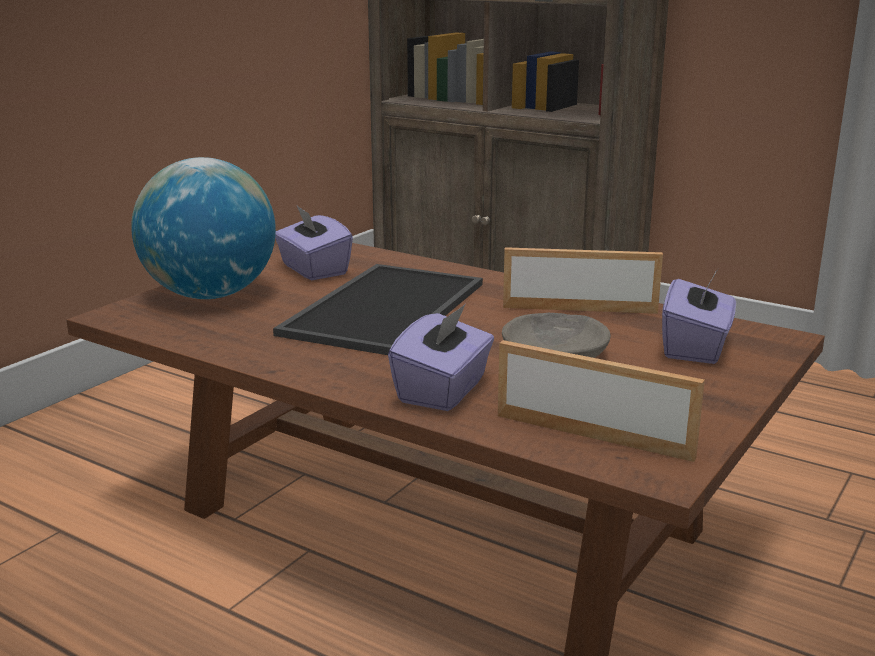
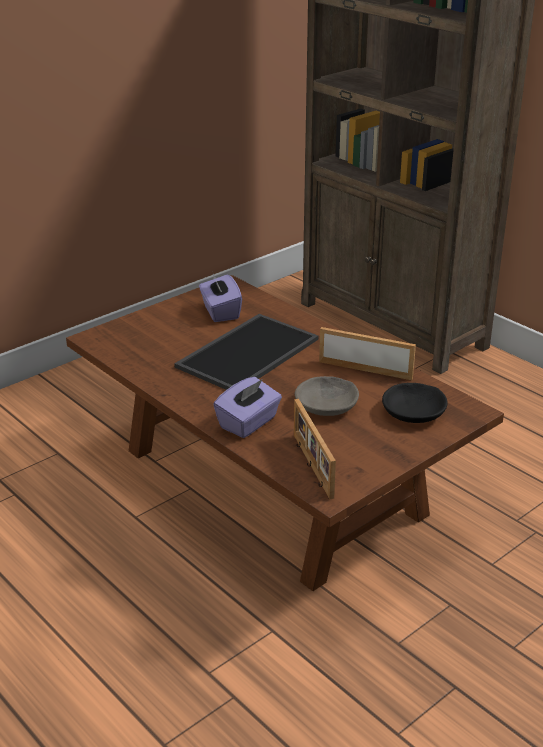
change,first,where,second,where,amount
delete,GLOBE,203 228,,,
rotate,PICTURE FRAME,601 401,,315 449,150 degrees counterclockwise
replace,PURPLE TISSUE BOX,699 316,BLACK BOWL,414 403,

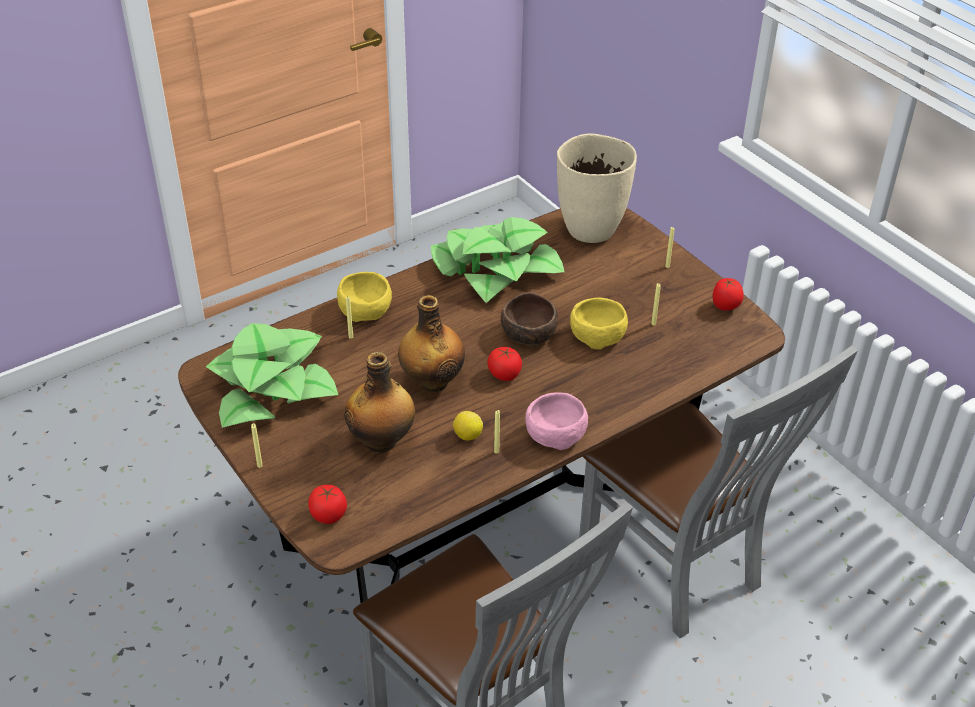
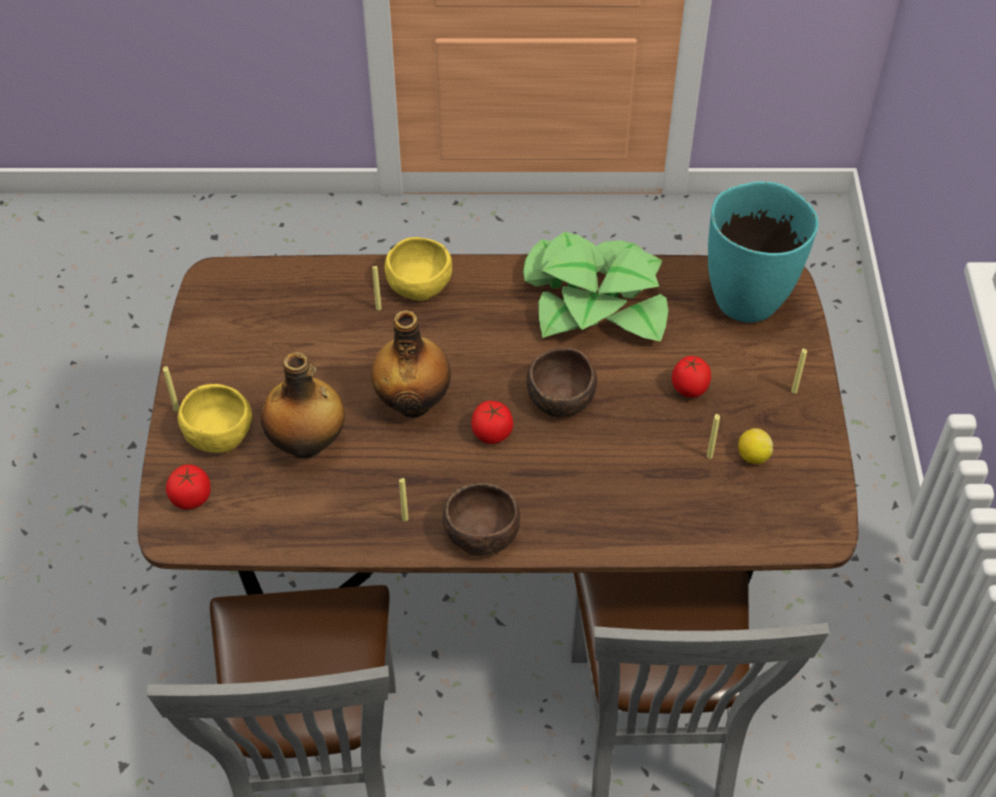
change,first,where,second,where,amount
delete,POTTED PLANT,272 375,,,
move,LEMON,468 425,,755 446,
recolor,PINK BOWL,556 421,BROWN BOWL,481 519,
recolor,BEIGE VASE,597 188,TURQUOISE VASE,763 252,
move,YELLOW BOWL,599 324,,215 418,
move,TOMATO,728 294,,691 377,

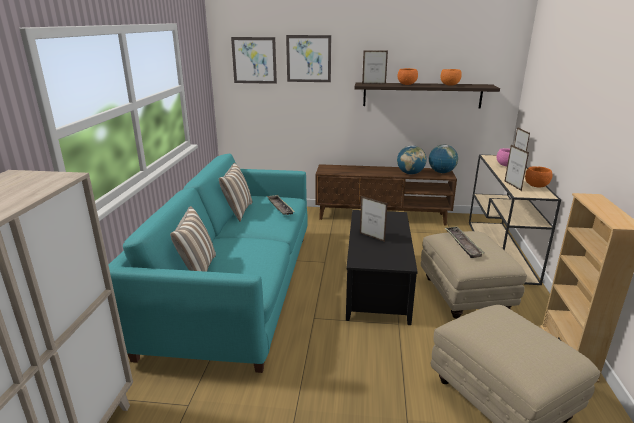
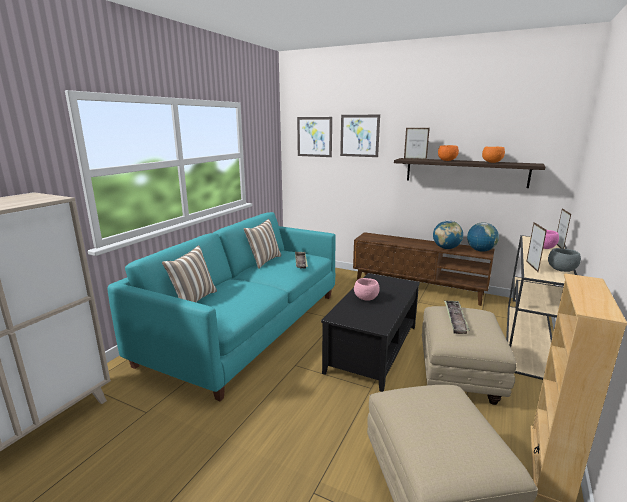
change,first,where,second,where,amount
replace,PICTURE FRAME,374 219,PINK BOWL,367 289,
recolor,ORANGE BOWL,538 177,GREY BOWL,564 260,

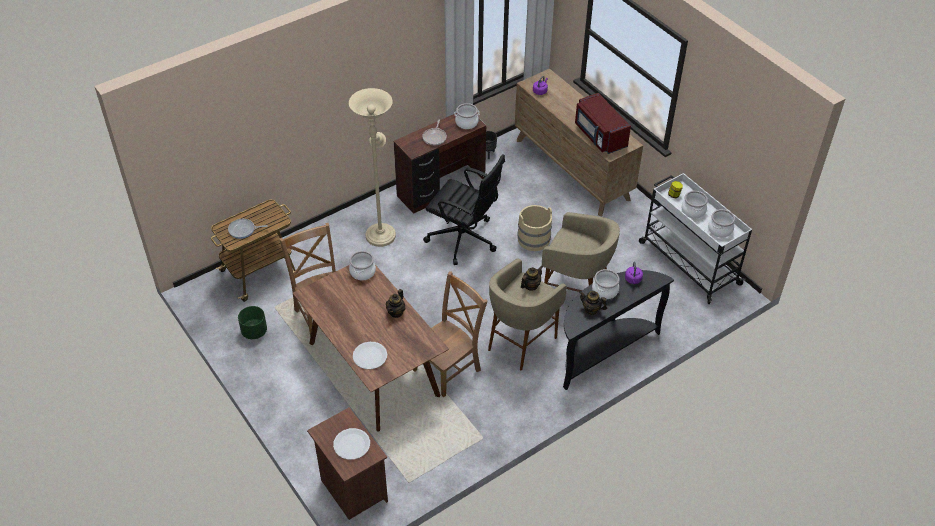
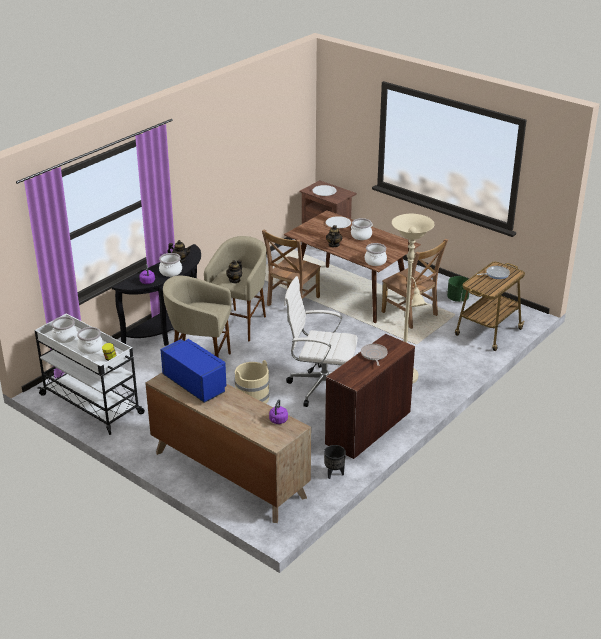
change,first,where,second,where,amount
recolor,BLACK OFFICE CHAIR,464 209,WHITE OFFICE CHAIR,321 341,
move,COOKING POT,466 116,,362 229,
recolor,RED MICROWAVE,603 123,BLUE MICROWAVE,193 371,

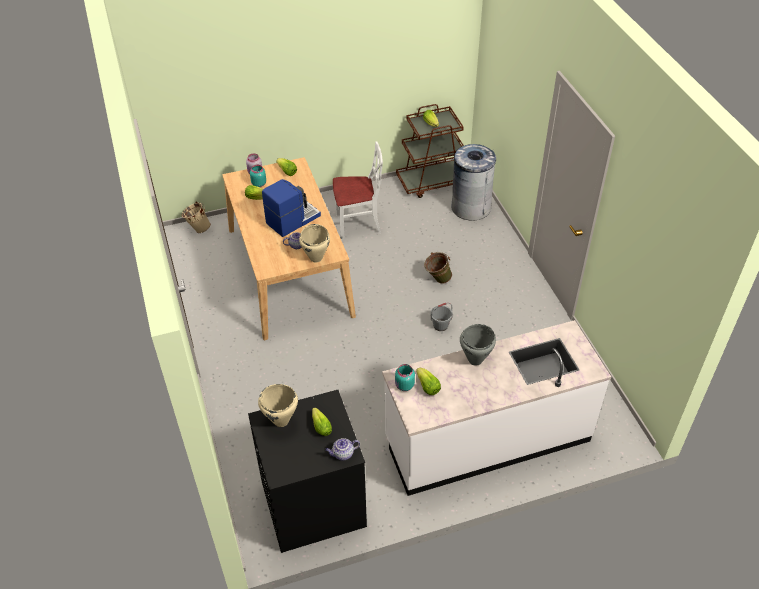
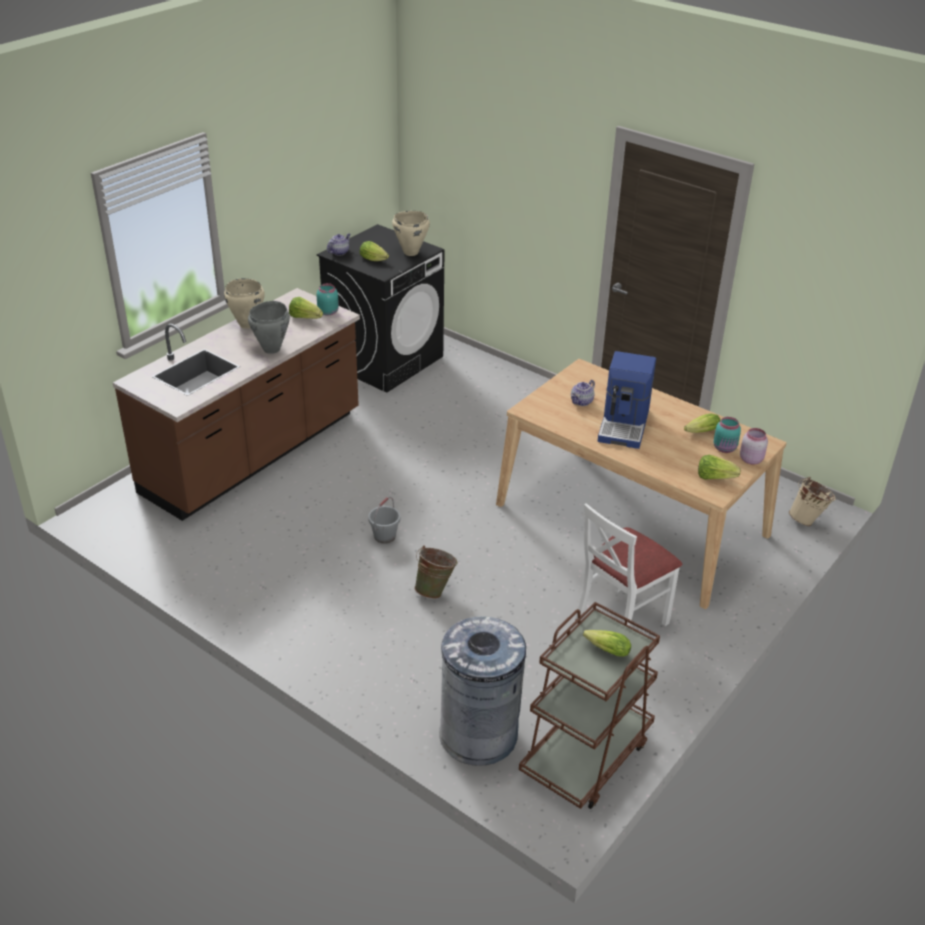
change,first,where,second,where,amount
move,BEIGE COOKING POT,314 243,,244 303,
recolor,WHITE COUNTER,496 408,BROWN COUNTER,236 404,

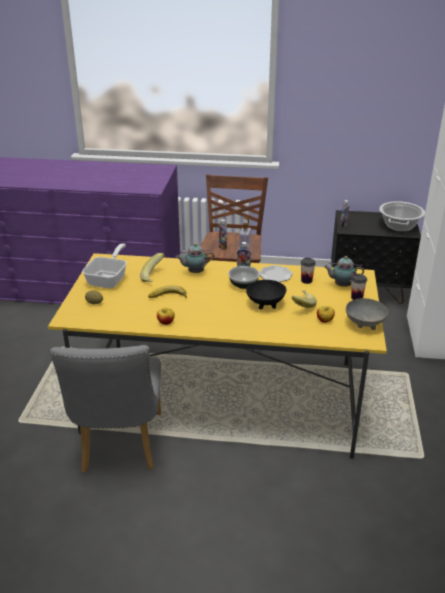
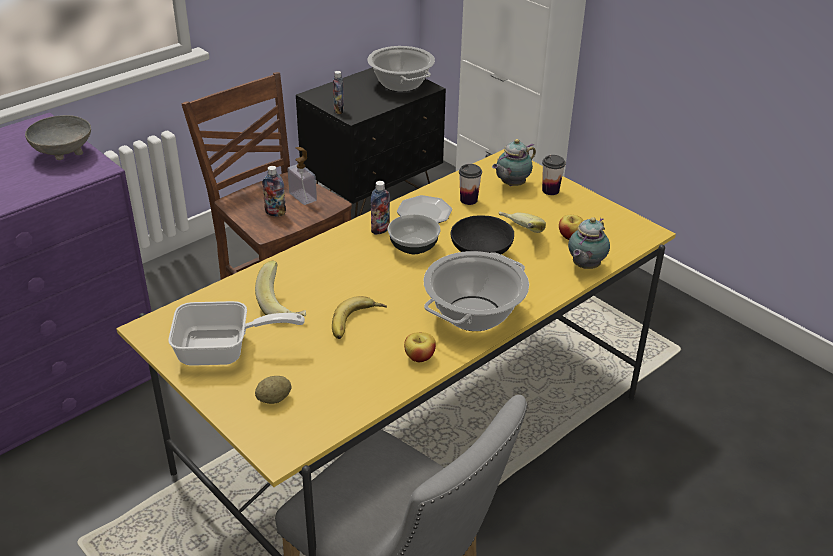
change,first,where,second,where,amount
rotate,FRYING PAN,104 265,,236 333,120 degrees clockwise
move,TEAPOT,195 258,,589 243,
move,GREY BOWL,367 314,,58 137,
insert,,,COOKING POT,476 291,

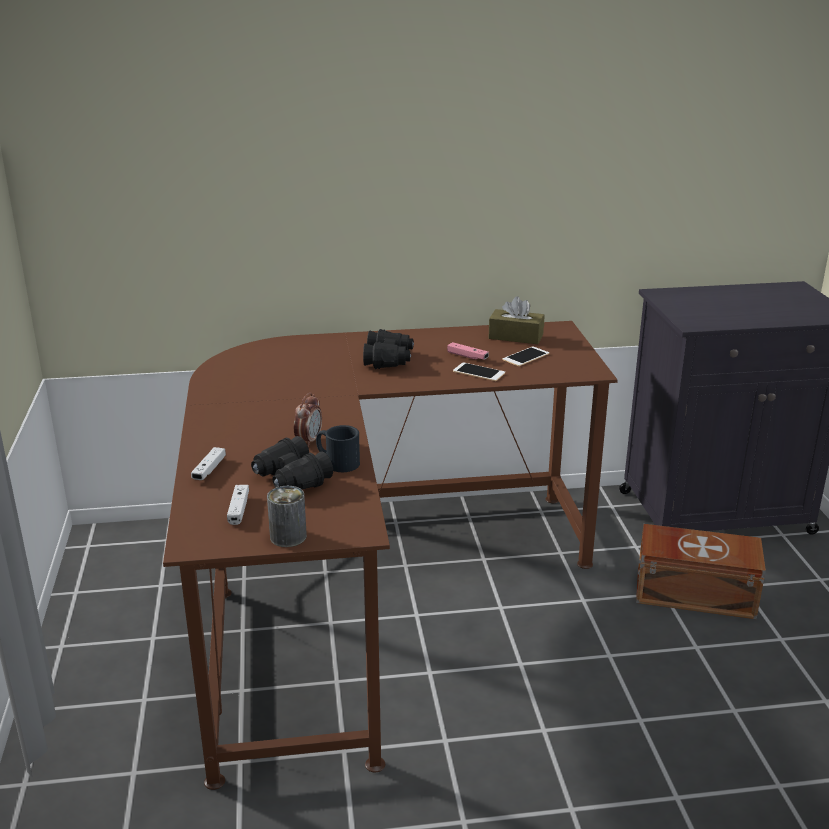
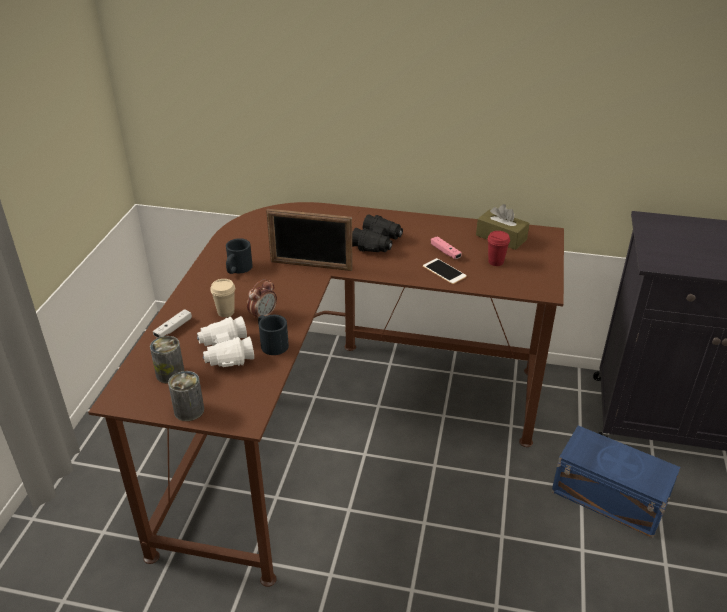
change,first,where,second,where,amount
replace,WHITE GAME CONTROLLER,238 505,CAN,167 359,
recolor,BLACK BINOCULARS,292 462,WHITE BINOCULARS,225 341,
replace,PHONE,526 356,RED CUP,498 248,
recolor,BROWN STORAGE BOX,701 571,BLUE STORAGE BOX,616 482,
insert,,,BEIGE CUP,222 298,
insert,,,BLACK MUG,239 256,
insert,,,PICTURE FRAME,309 240,

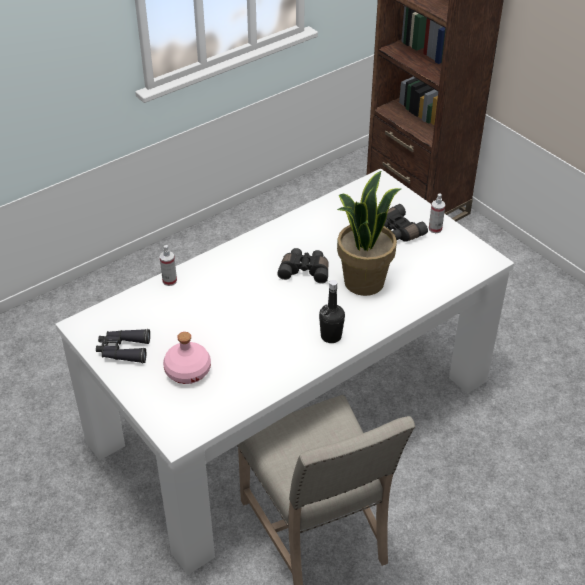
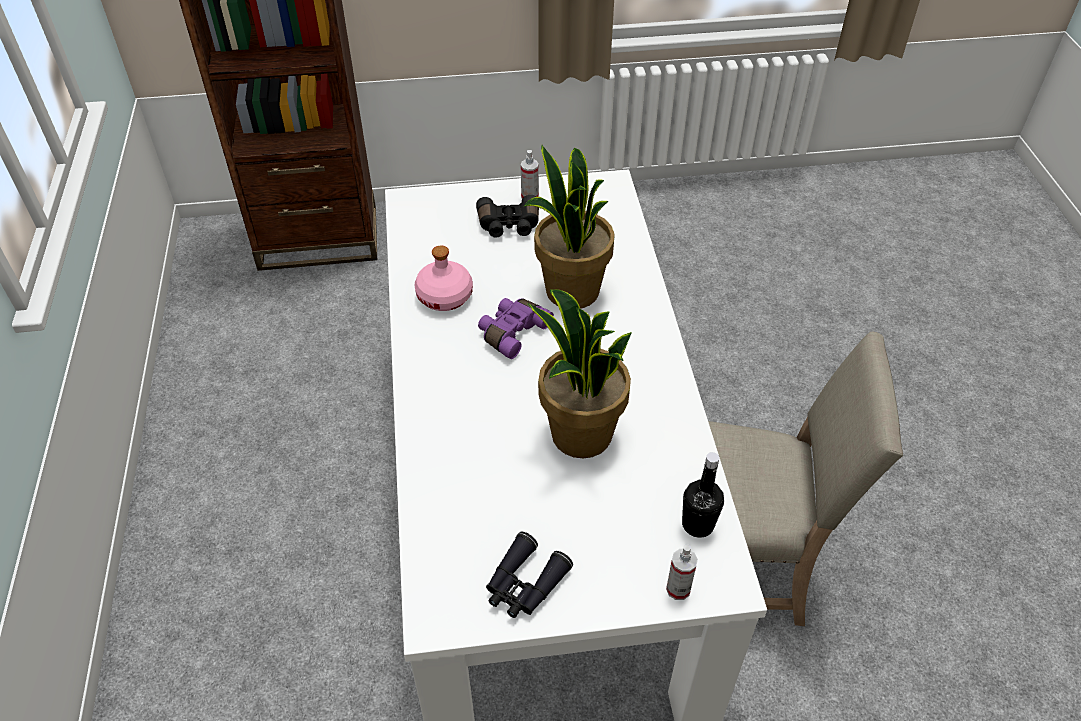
change,first,where,second,where,amount
move,SPRAY BOTTLE,168 265,,682 572,
move,PINK BOTTLE,187 358,,444 278,
recolor,BLACK BINOCULARS,302 265,PURPLE BINOCULARS,516 328,
move,BLACK BOTTLE,332 311,,703 495,
insert,,,POTTED PLANT,579 374,

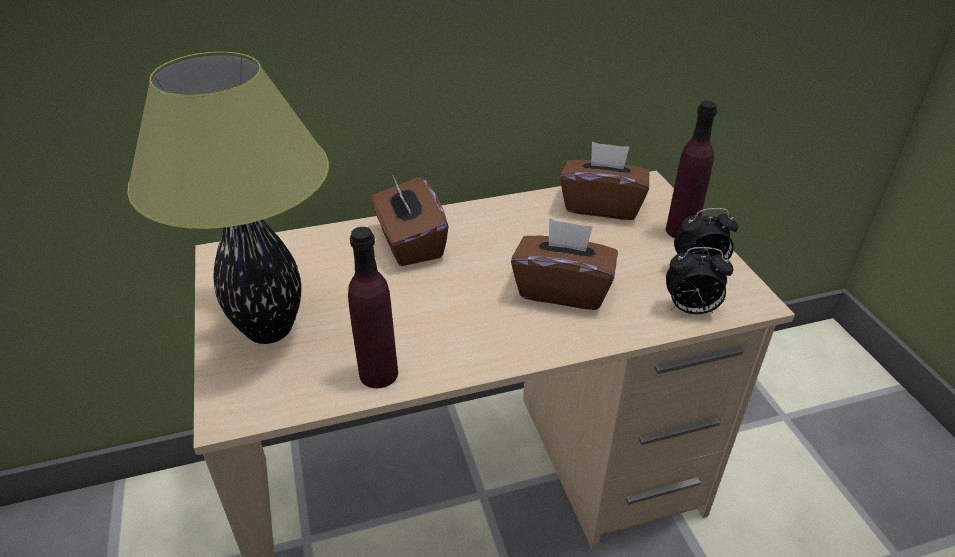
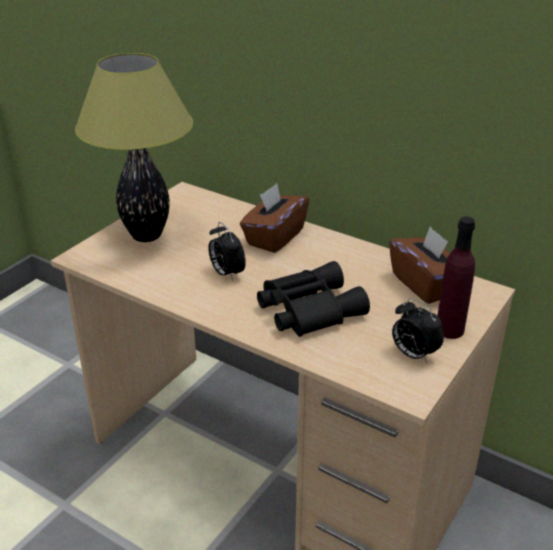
change,first,where,second,where,amount
delete,PURPLE BOTTLE,373 307,,,
replace,BROWN TISSUE BOX,564 264,BLACK BINOCULARS,313 299,
move,ALARM CLOCK,699 280,,227 251,

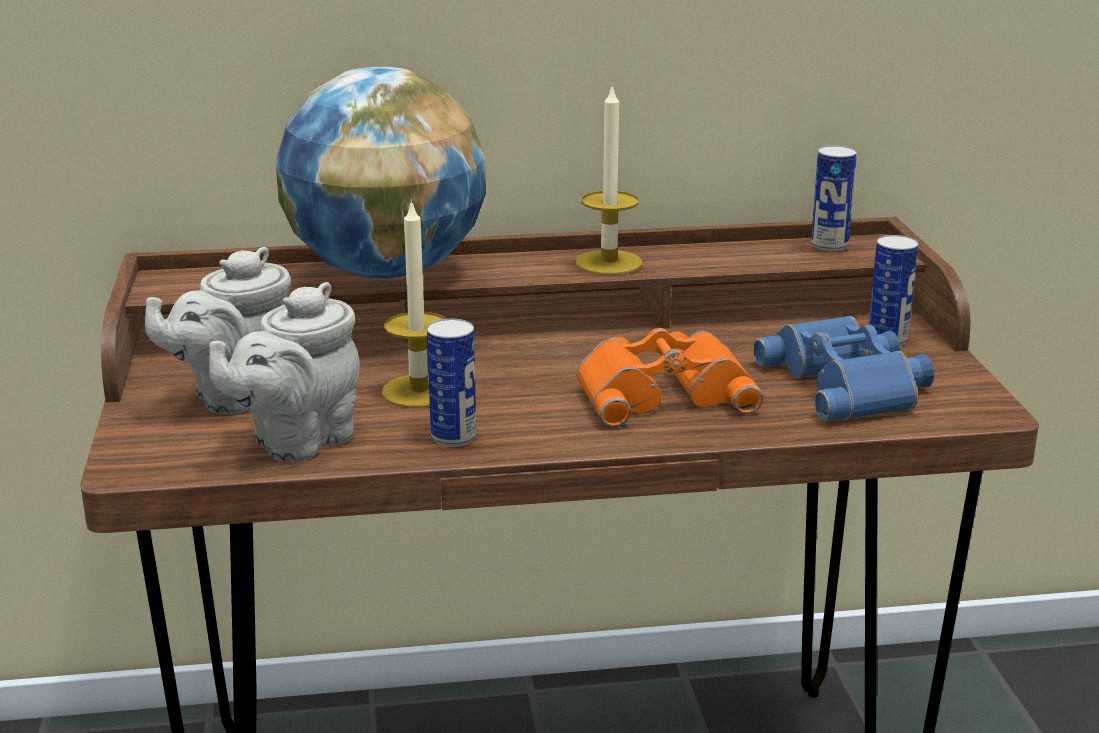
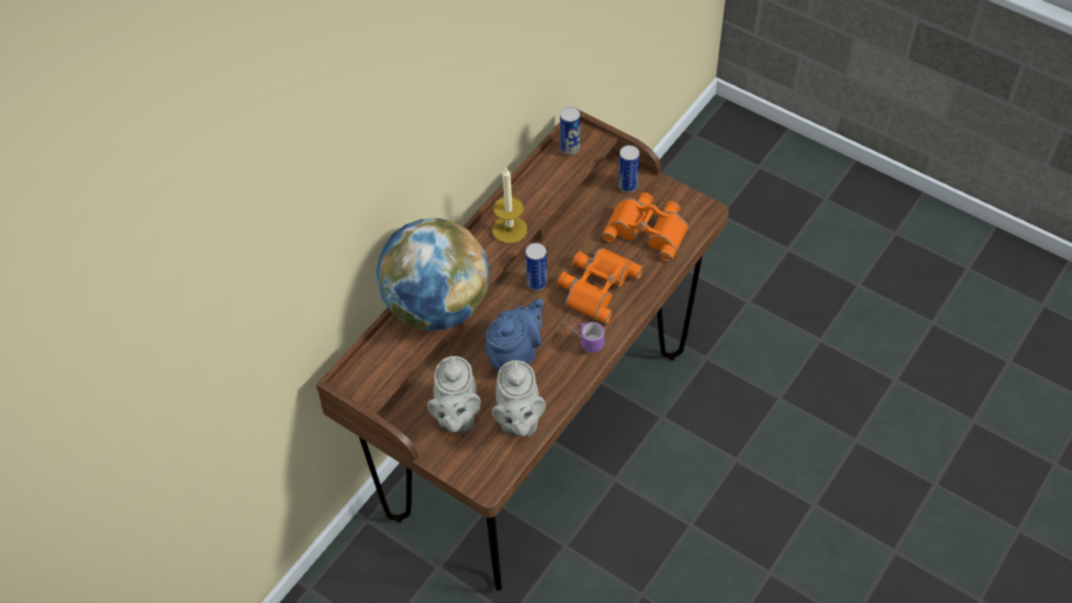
change,first,where,second,where,amount
replace,CANDLE,414 303,BLUE TEAPOT,514 335,
move,CAN,451 383,,536 267,
recolor,BLUE BINOCULARS,843 368,ORANGE BINOCULARS,645 227,
insert,,,MUG,585 337,

